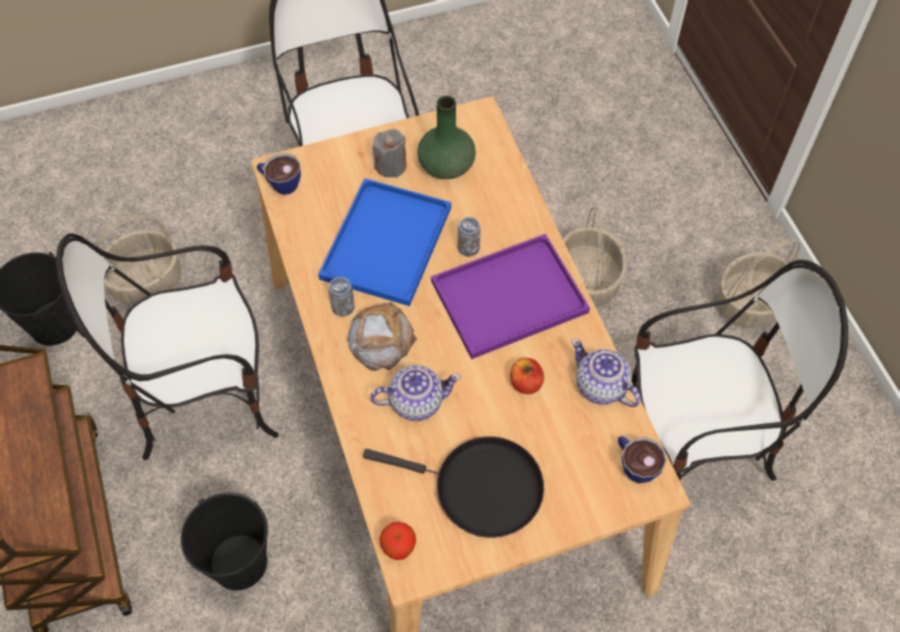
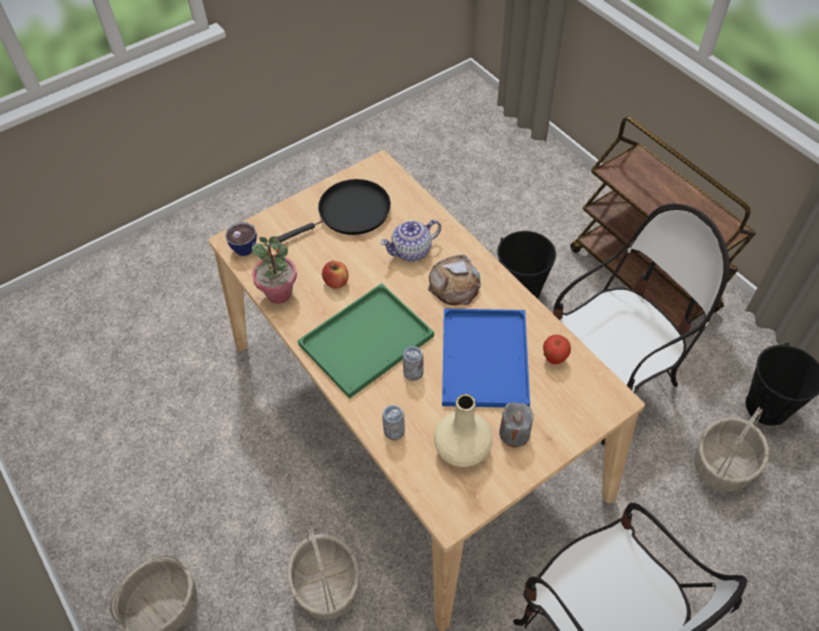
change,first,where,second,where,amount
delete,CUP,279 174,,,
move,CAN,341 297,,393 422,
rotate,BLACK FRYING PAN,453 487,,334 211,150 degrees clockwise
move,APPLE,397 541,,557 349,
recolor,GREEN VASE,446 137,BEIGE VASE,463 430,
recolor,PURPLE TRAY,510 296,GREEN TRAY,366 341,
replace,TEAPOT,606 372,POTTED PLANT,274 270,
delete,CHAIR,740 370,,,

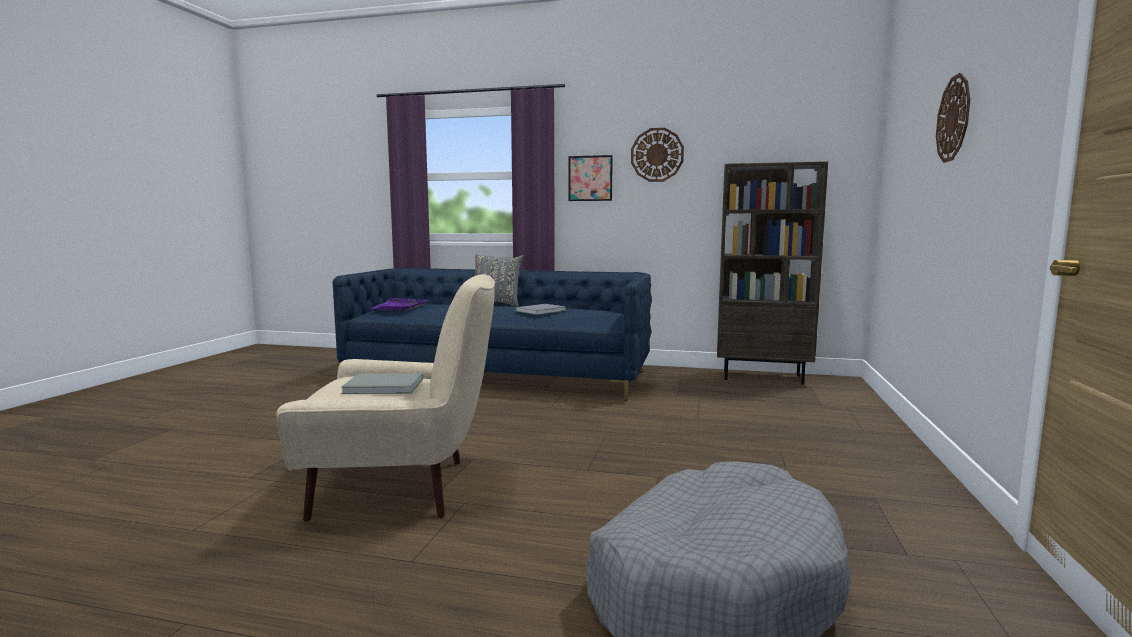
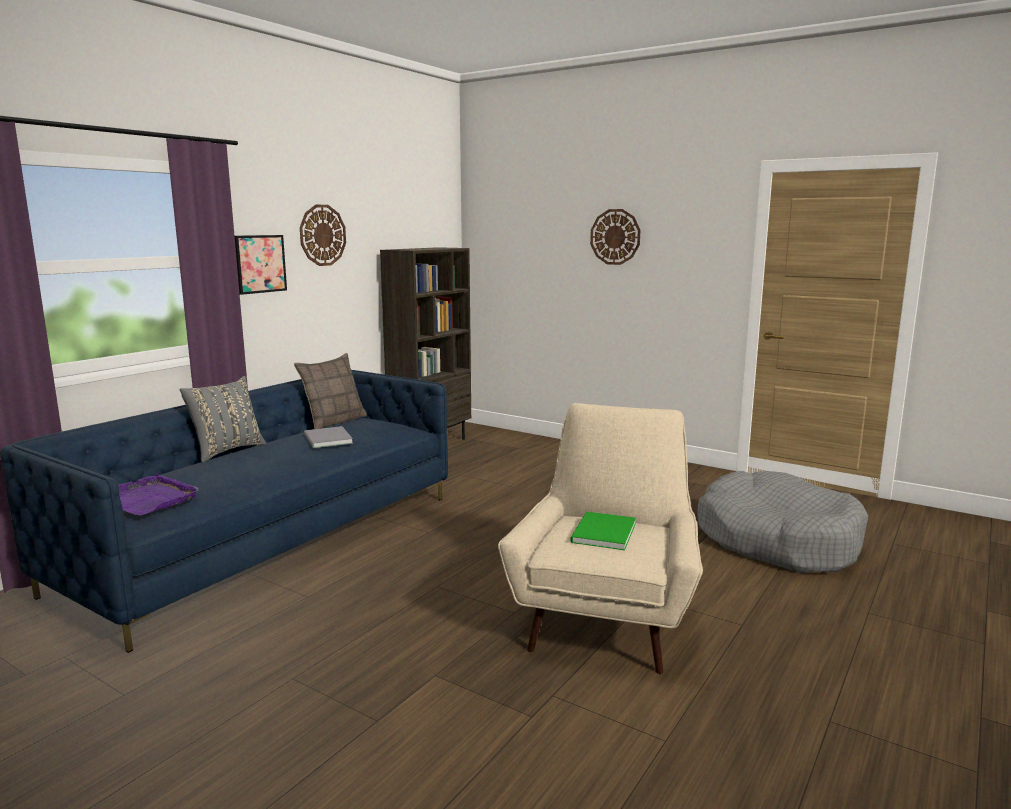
change,first,where,second,where,amount
recolor,GREY BOOK,382 383,GREEN BOOK,603 531,
insert,,,PILLOW,330 391,

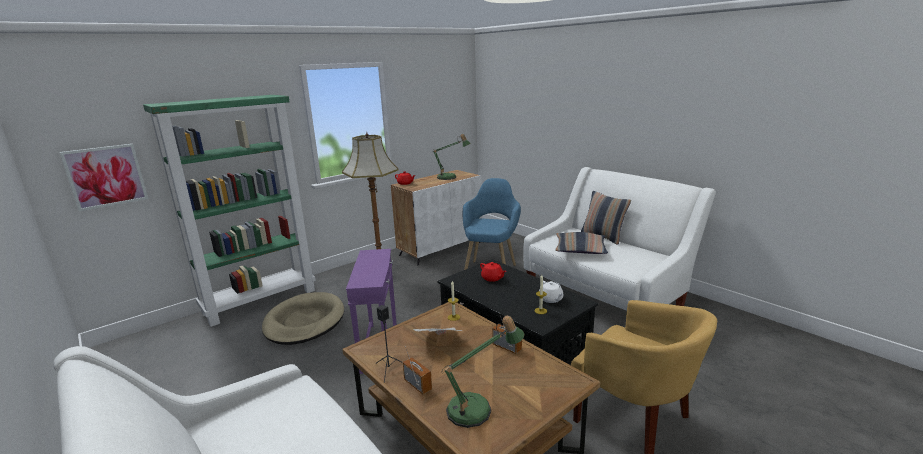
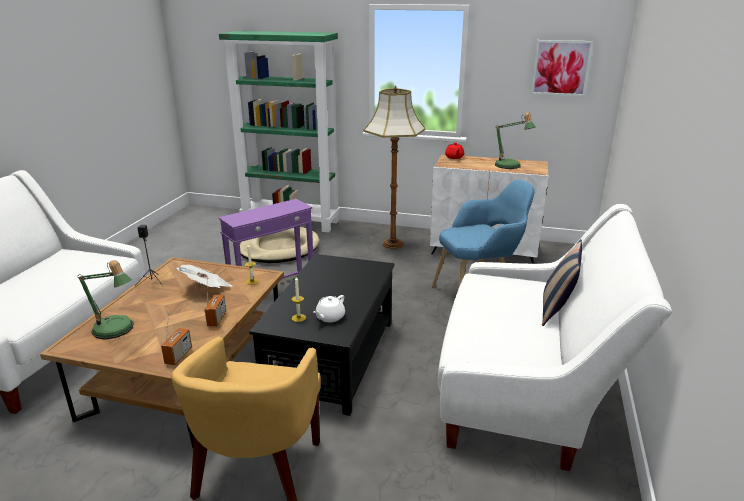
change,first,where,second,where,amount
move,PICTURE,103 177,,562 68,
move,RADIO,417 370,,176 338,
delete,RED TEAPOT,493 272,,,
delete,PILLOW,581 243,,,

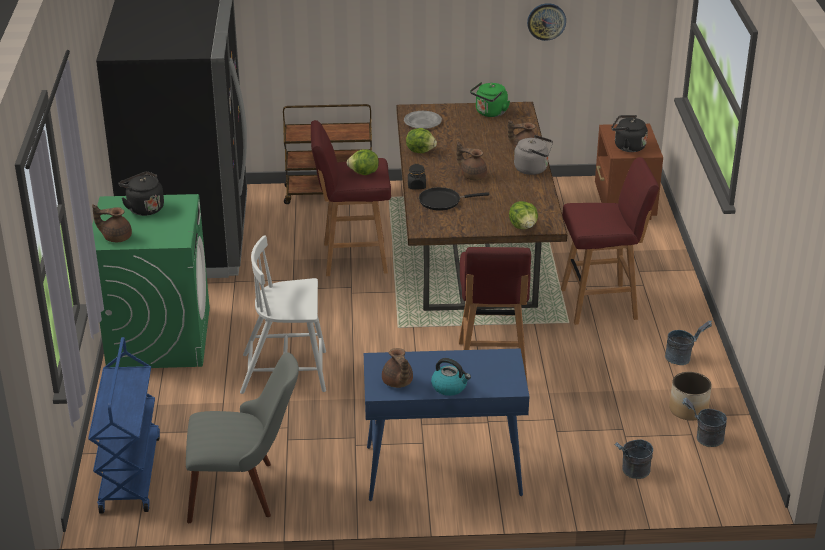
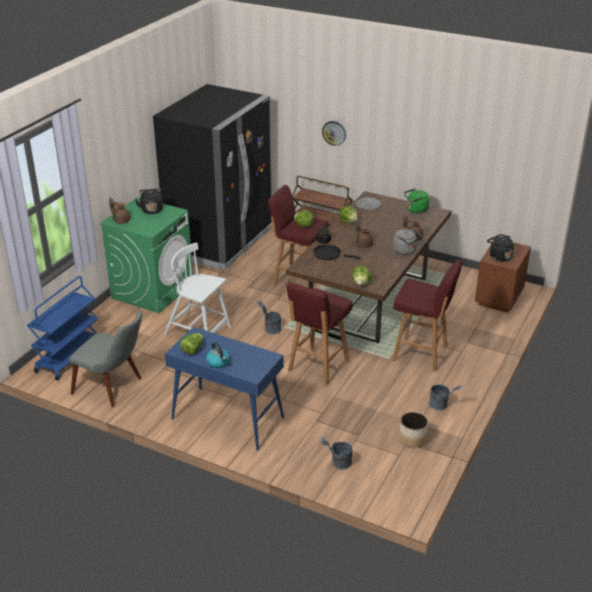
change,first,where,second,where,amount
replace,BROWN TEAPOT,397 368,LETTUCE,191 343,
move,WALL CLOCK,546 22,,334 133,
move,GREY BUCKET,704 422,,269 317,

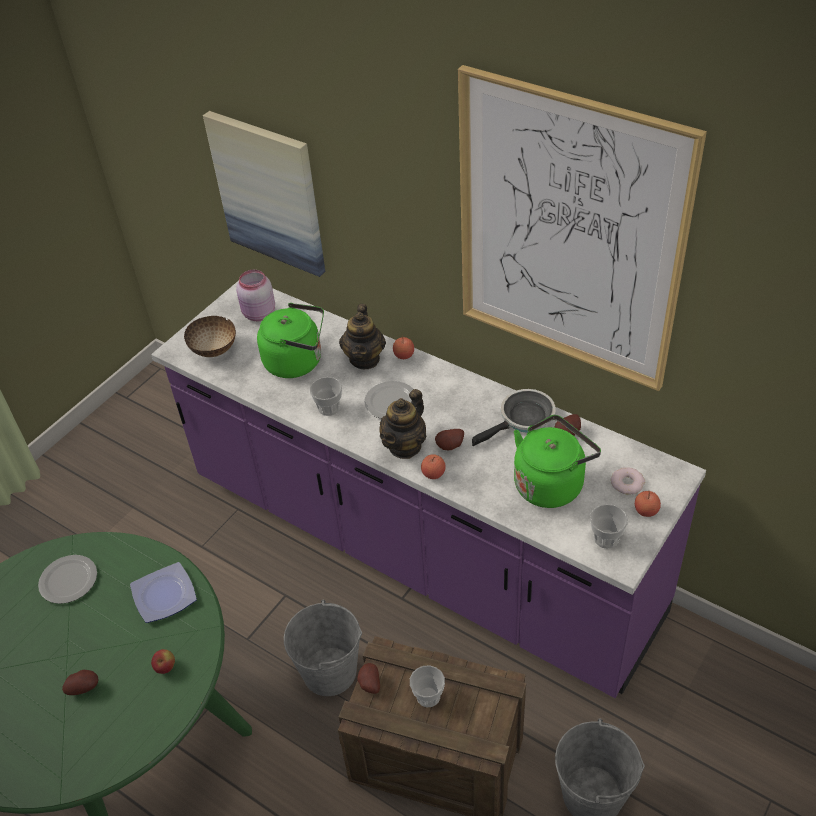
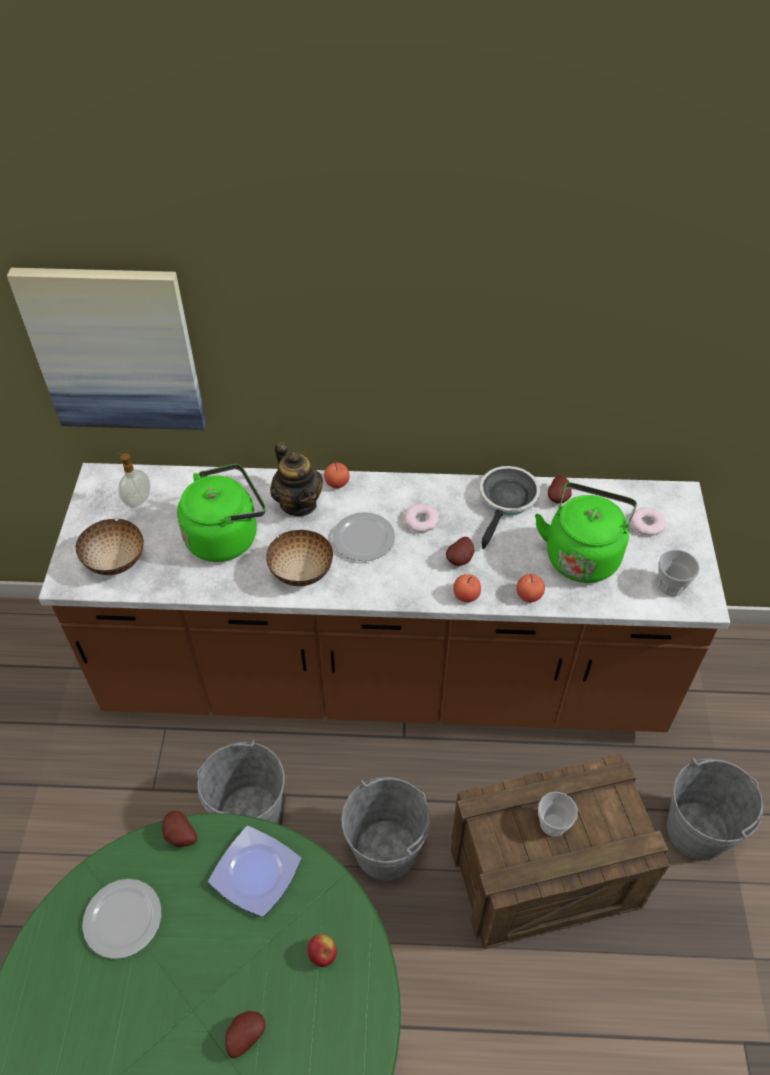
change,first,where,second,where,amount
recolor,PURPLE COUNTER,428 489,BROWN COUNTER,384 597,
replace,PINK JAR,255 295,SOAP DISPENSER,133 480,
replace,CUP,326 396,BOWL,299 558,
move,POTATO,368 678,,179 829,
delete,TEAPOT,403 424,,,
delete,PICTURE,582 228,,,
move,APPLE,648 504,,530 588,
insert,,,GREY BUCKET,241 782,
insert,,,DONUT,421 518,

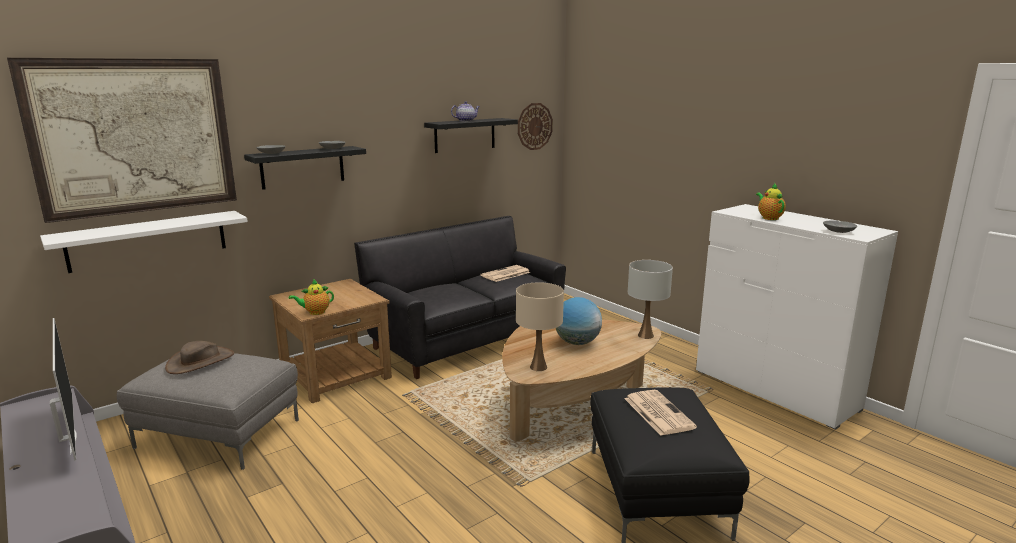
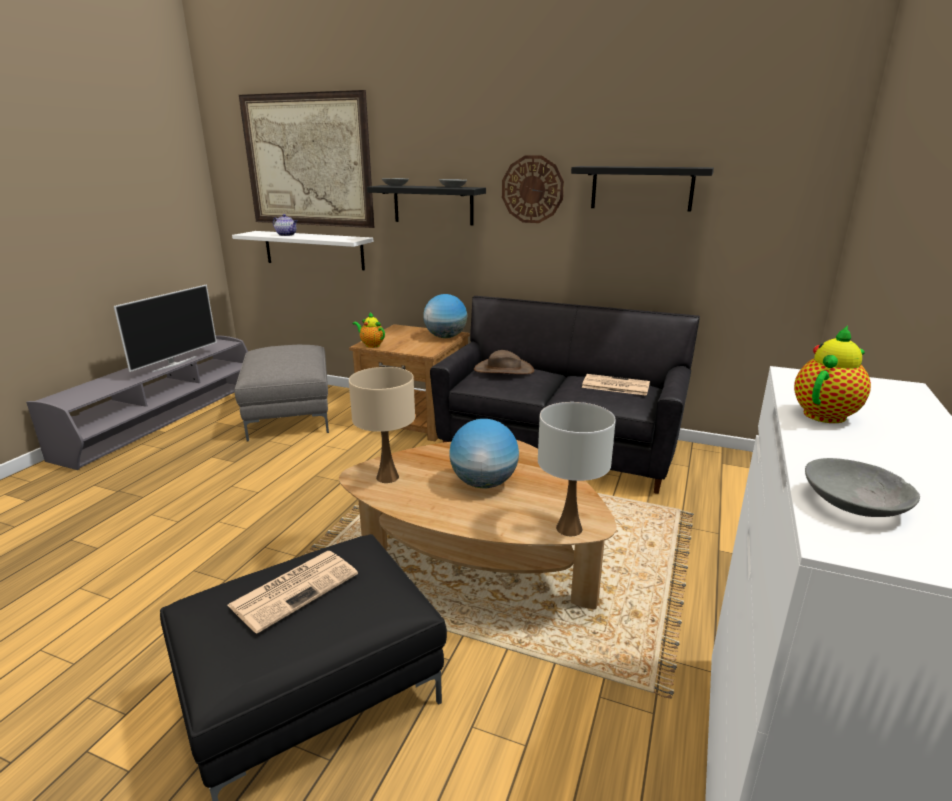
change,first,where,second,where,amount
move,BROWN HAT,199 357,,504 362,
move,TEAPOT,465 111,,285 225,
move,WALL CLOCK,535 126,,533 189,
insert,,,GLOBE,445 316,

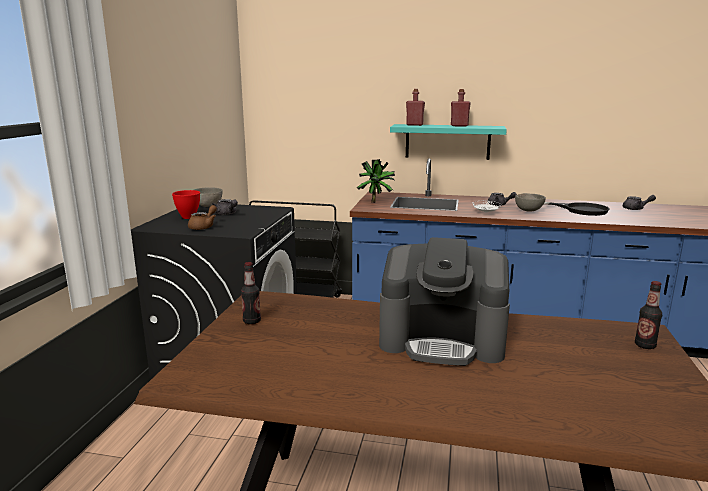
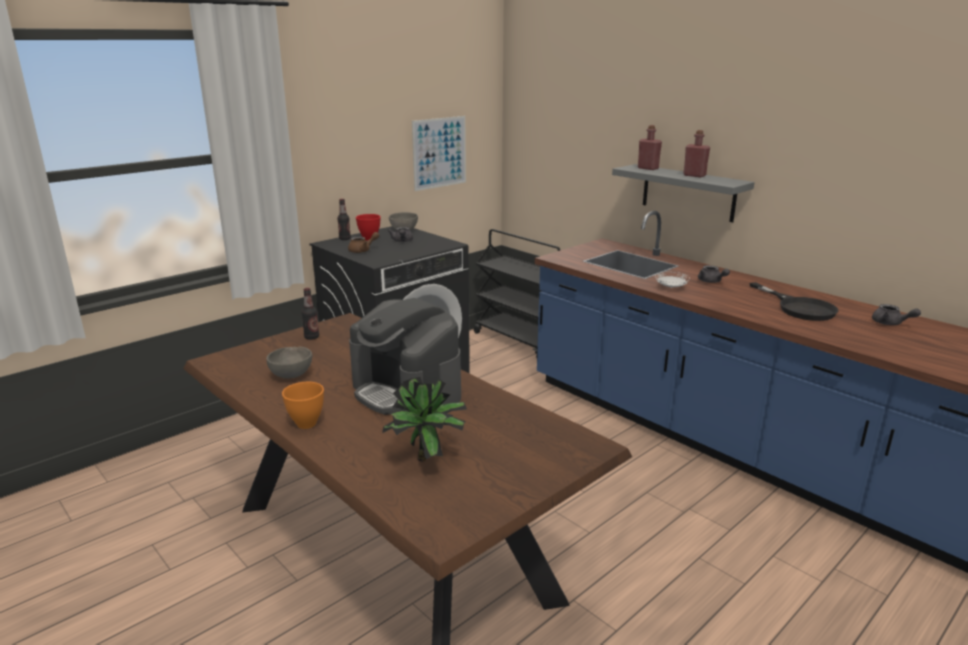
change,first,where,second,where,amount
move,POTTED PLANT,376 181,,424 419,
recolor,TURQUOISE SHELF,448 142,GREY SHELF,683 193,
move,GREY BOWL,530 202,,289 362,
move,BOTTLE,648 315,,344 219,
insert,,,ORANGE BOWL,303 405,
insert,,,PICTURE,439 153,

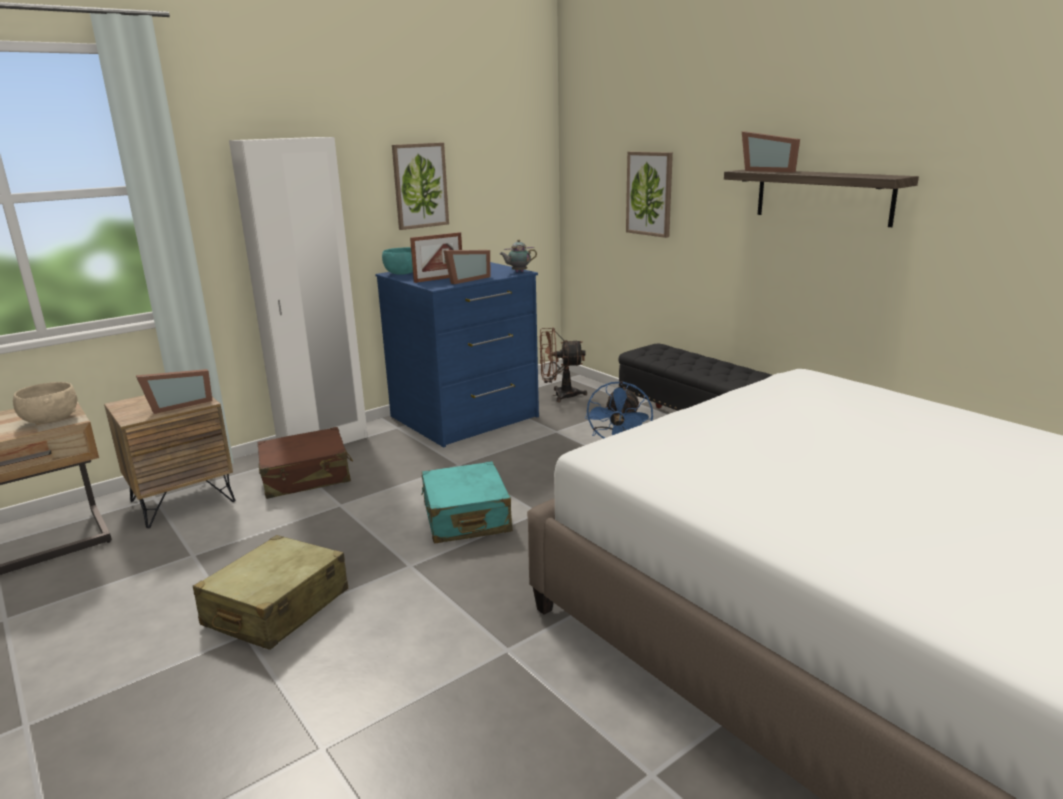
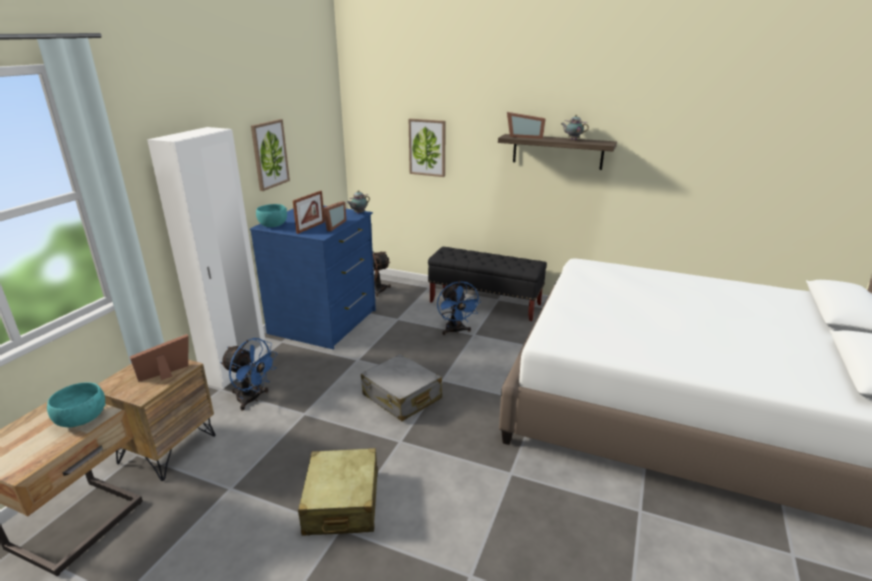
change,first,where,second,where,amount
recolor,BEIGE BOWL,45 402,TURQUOISE BOWL,76 404,
rotate,PICTURE FRAME,174 391,,159 358,150 degrees counterclockwise
replace,BROWN SUITCASE,305 463,BLUE FAN,248 374,
recolor,TURQUOISE SUITCASE,467 502,GREY SUITCASE,401 387,
insert,,,TEAPOT,575 127,

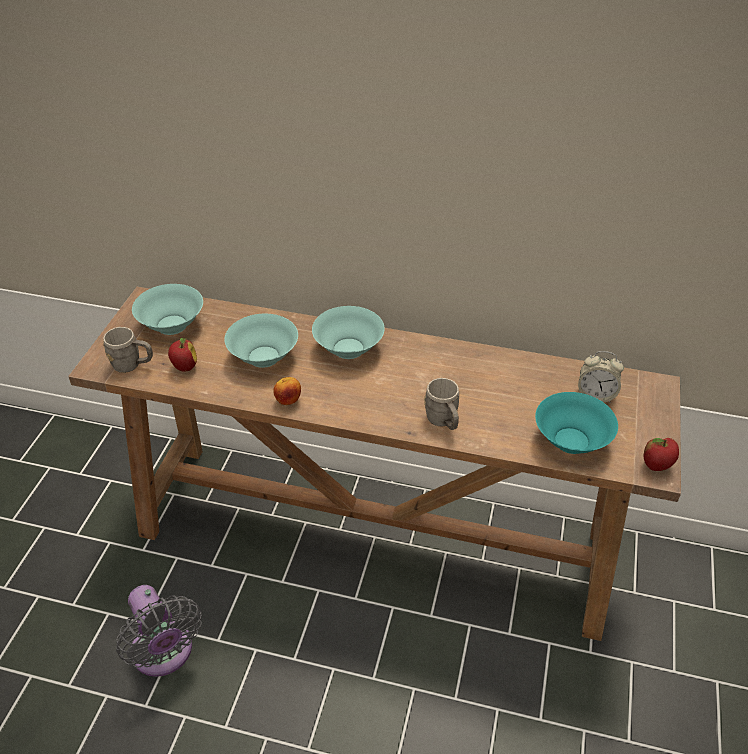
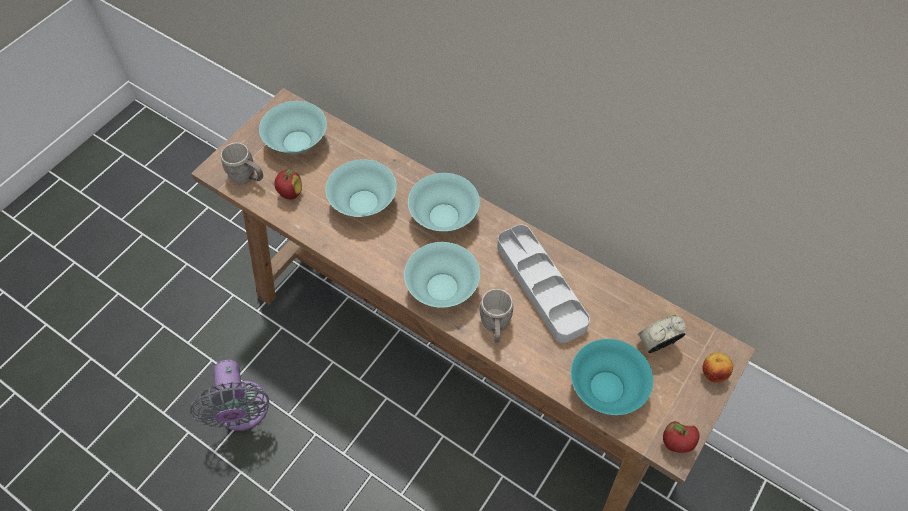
change,first,where,second,where,amount
move,APPLE,287 391,,717 367,
rotate,ALARM CLOCK,601 377,,662 334,120 degrees clockwise
insert,,,TURQUOISE BOWL,442 275,
insert,,,GREY TRAY,543 284,

